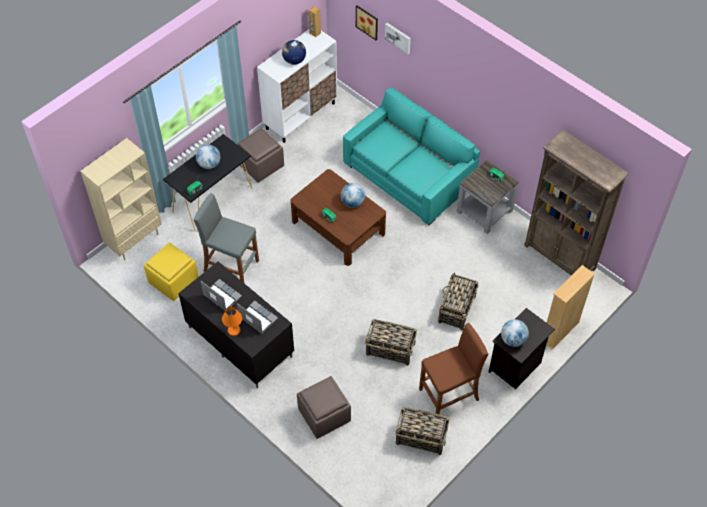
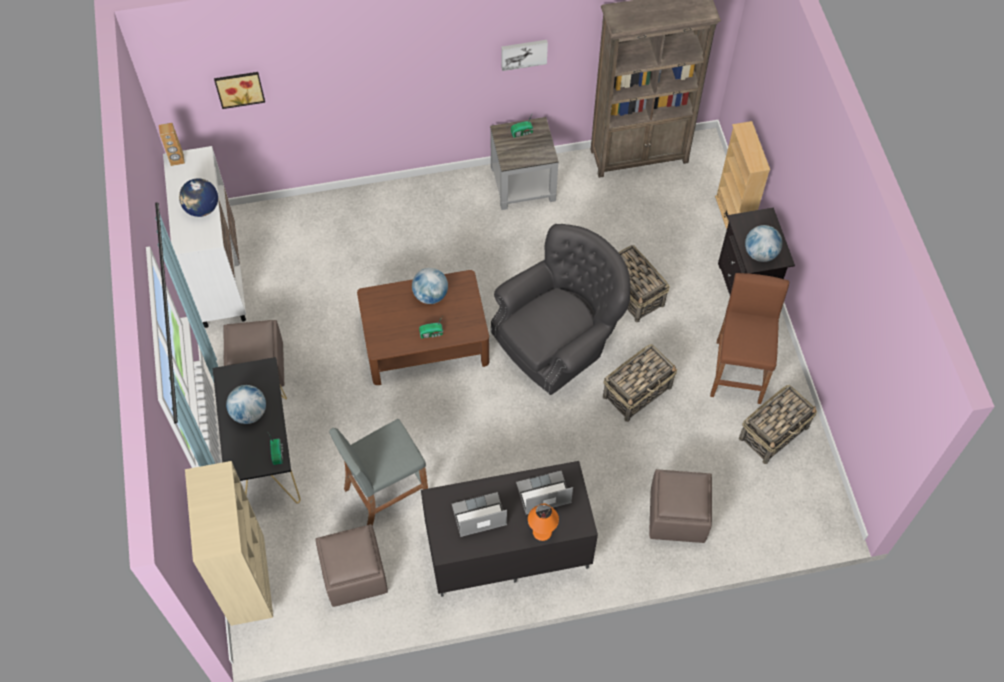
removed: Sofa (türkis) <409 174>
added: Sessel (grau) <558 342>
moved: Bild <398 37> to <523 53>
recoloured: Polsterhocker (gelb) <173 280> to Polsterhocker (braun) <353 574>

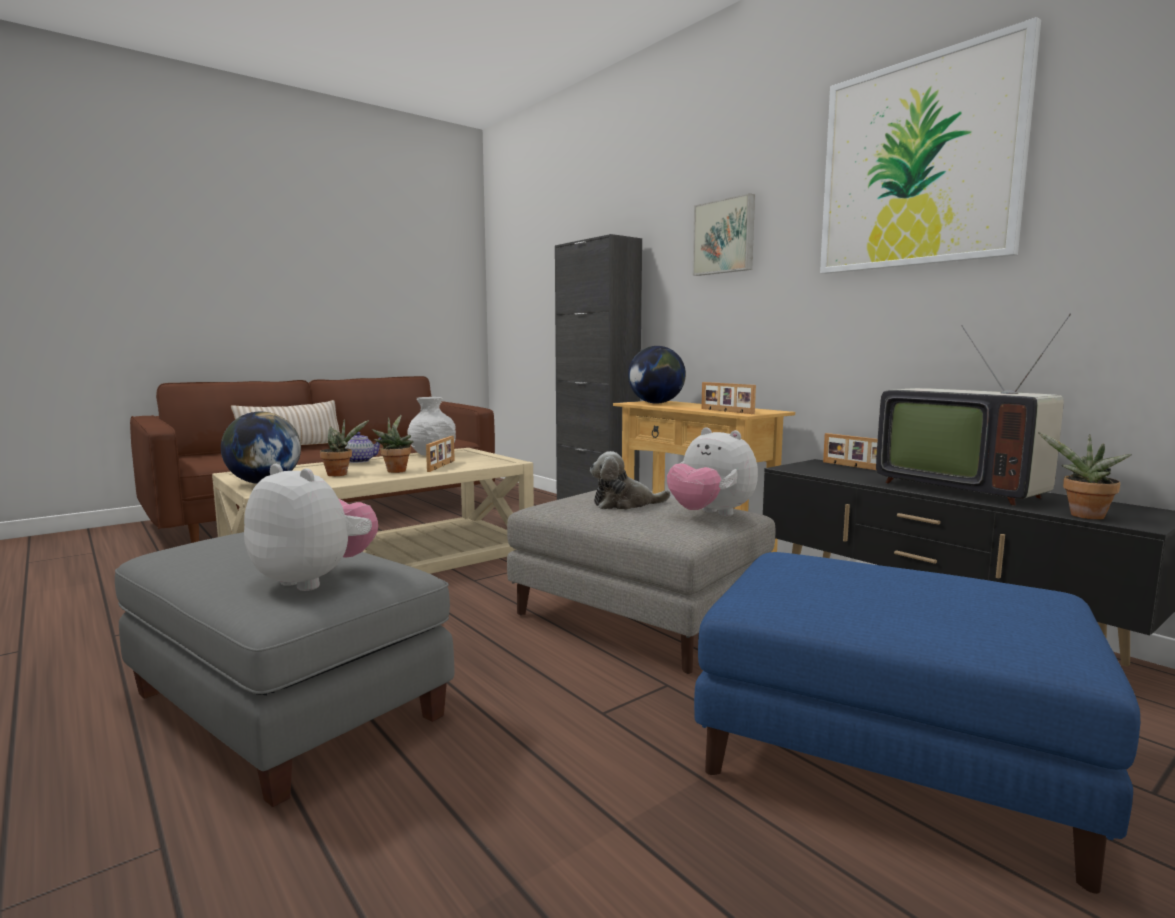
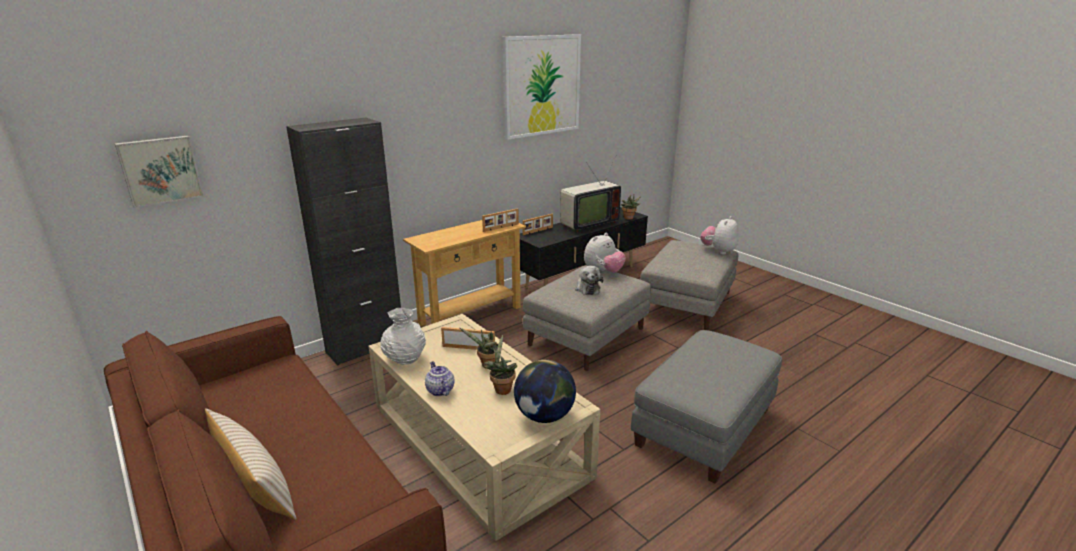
removed: Globus <656 403>
moved: Plüschtier <314 580> to <718 251>; Bild <725 237> to <160 170>
recoloured: Polsterhocker (blau) <883 761> to Polsterhocker (grau) <686 305>

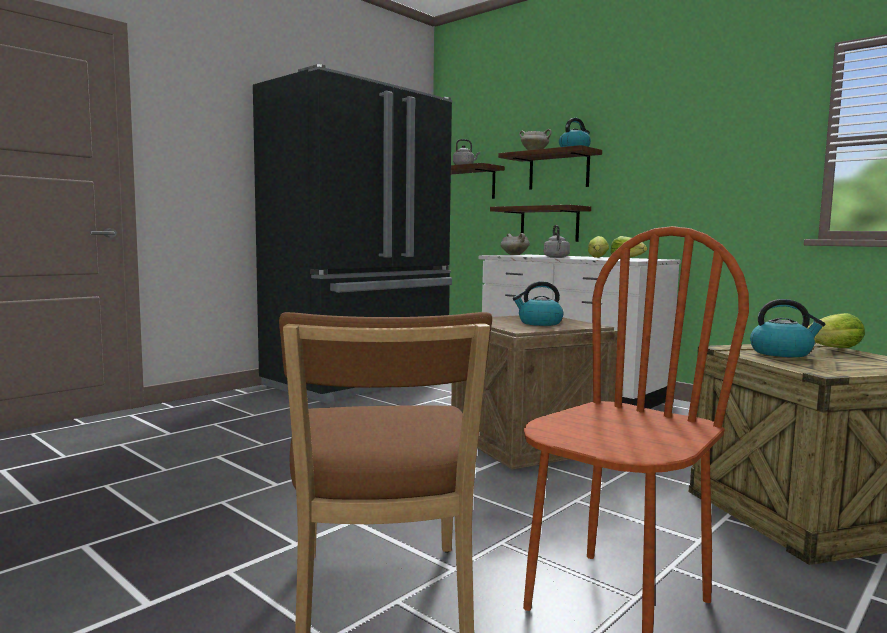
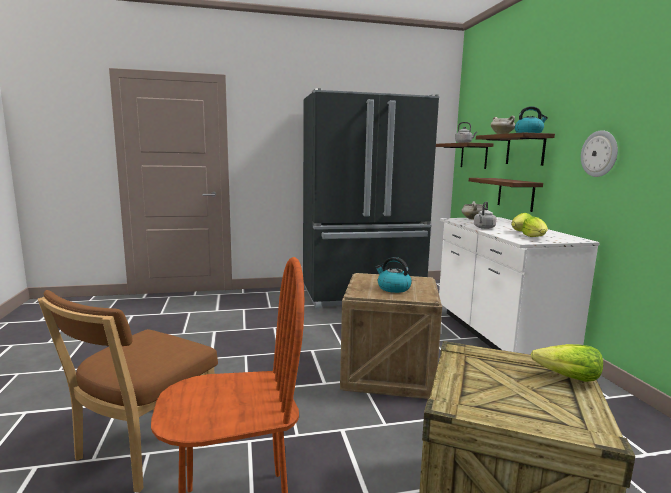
removed: Wasserkessel <782 353>
added: Wanduhr <599 154>

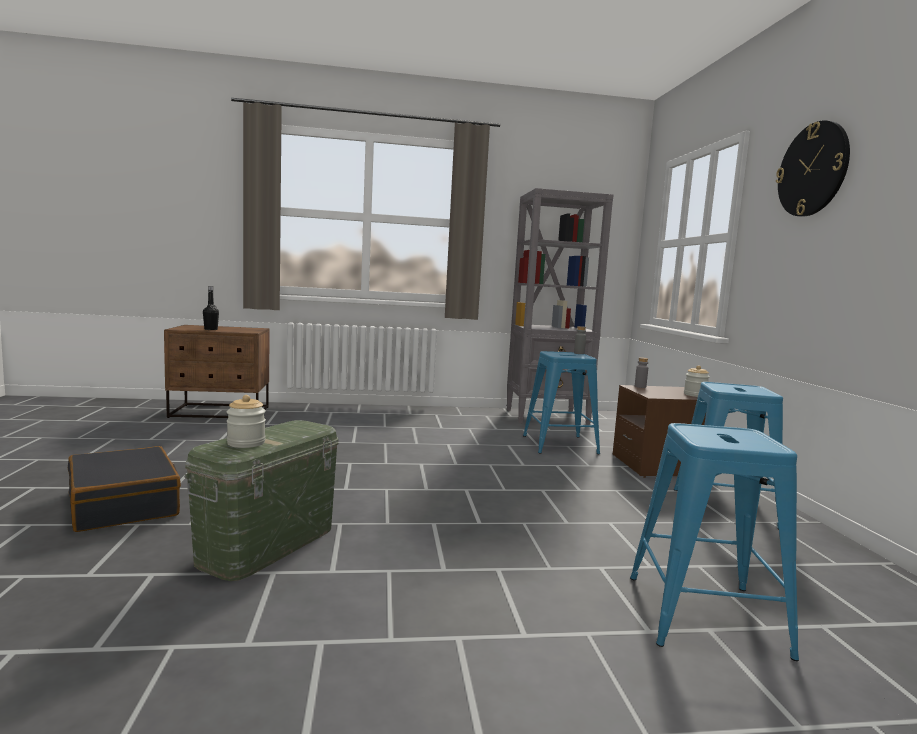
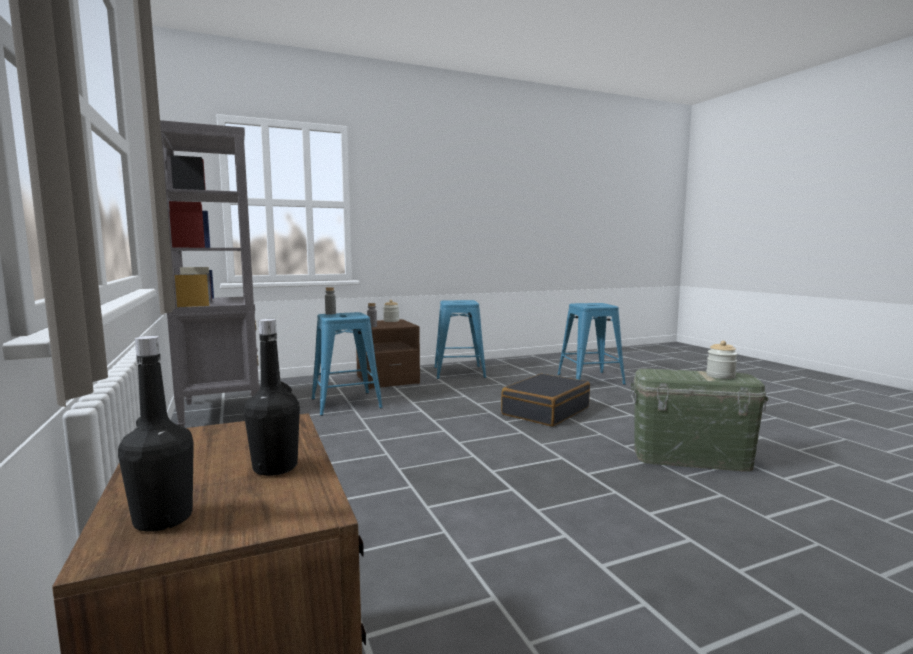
removed: Wanduhr <812 169>
added: Flasche (schwarz) <163 519>
moved: Koffer (schwarz) <124 504> to <545 411>

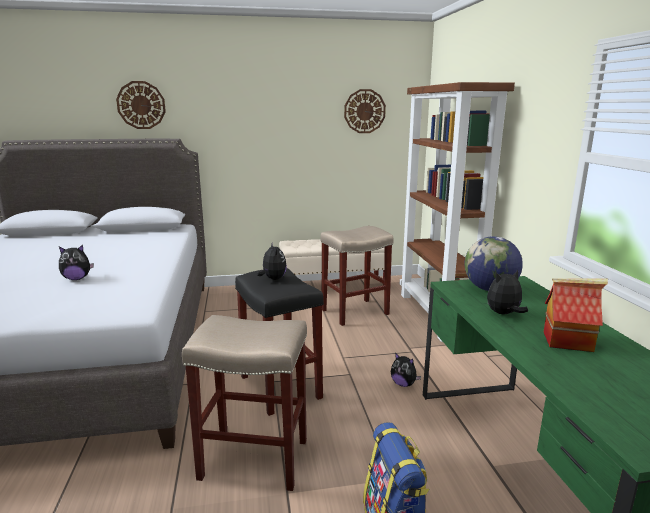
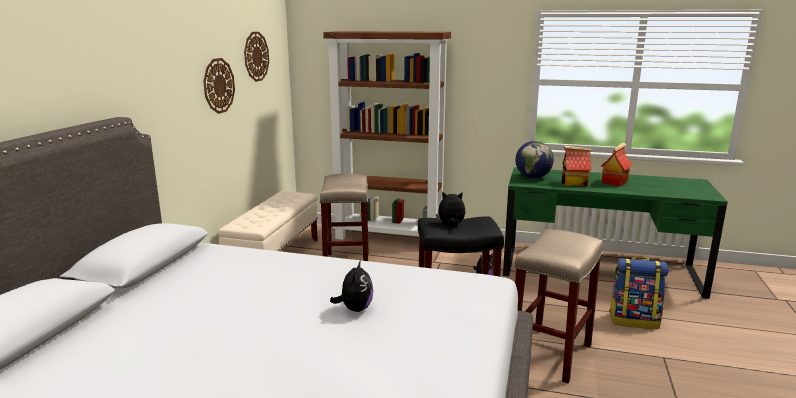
moved: Wanduhr <141 105> to <218 85>
replaced: Plüschtier <504 314> to Spielzeughaus <574 183>

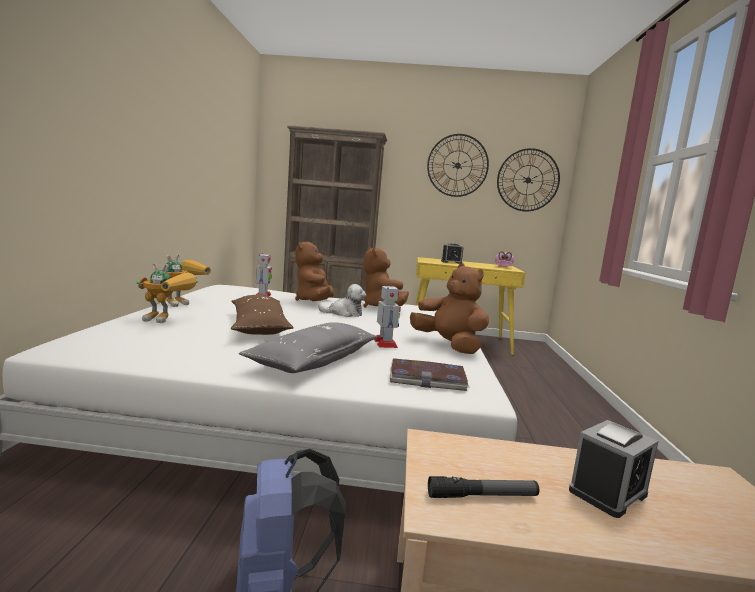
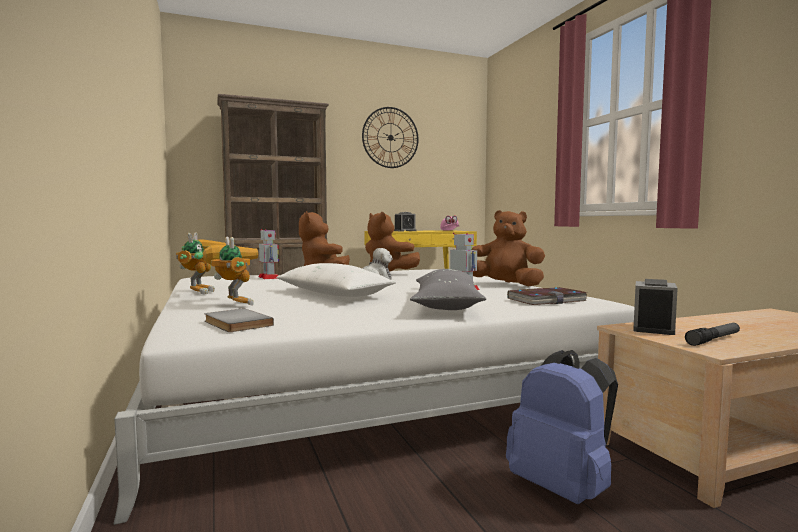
removed: Wanduhr <528 180>
added: Buch (grau) <235 323>
moved: Wecker <608 492> to <653 328>
recoloured: Kissen (braun) <258 326> to Kissen (weiß) <332 294>
turned: Spielzeugroboter <168 320> = <231 303> 105 degrees counterclockwise

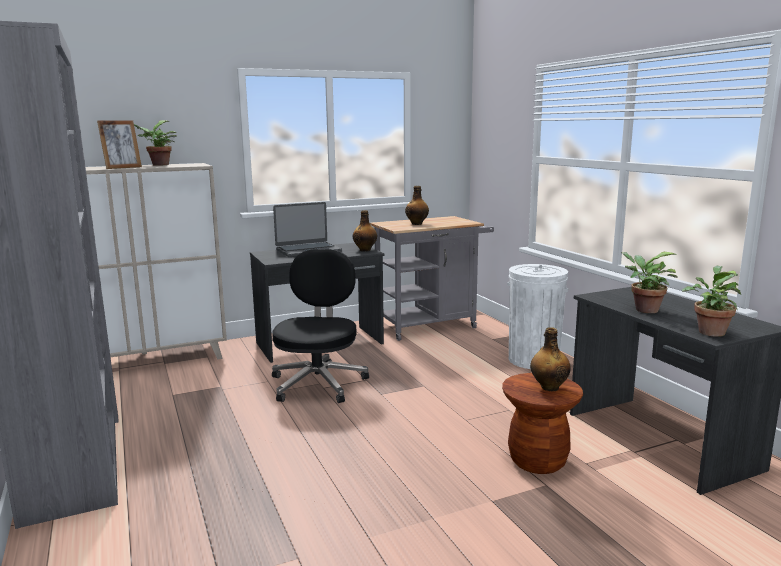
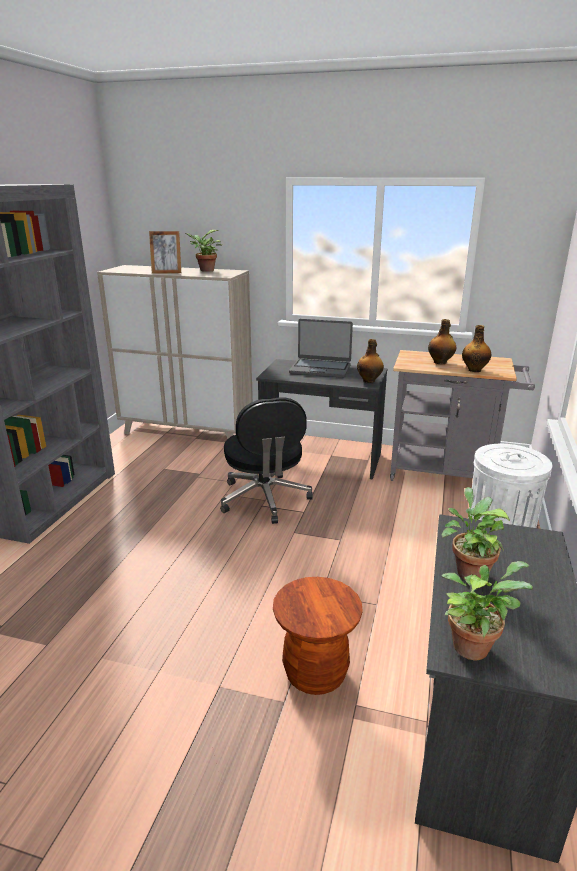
moved: Flasche <549 387> to <474 370>
turned: Bürostuhl (schwarz) <318 383> = <265 499> 120 degrees clockwise

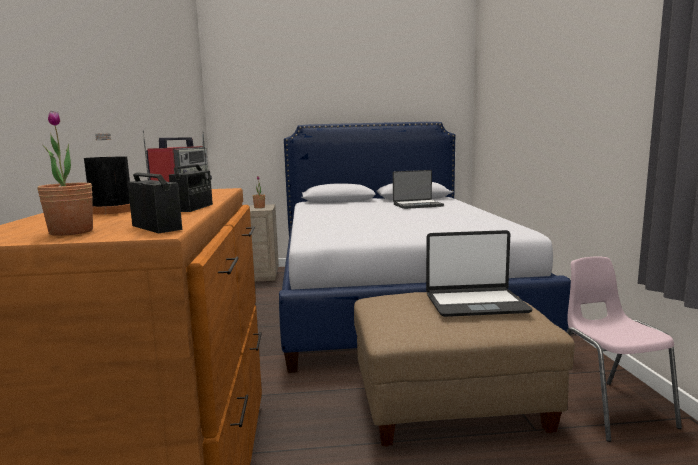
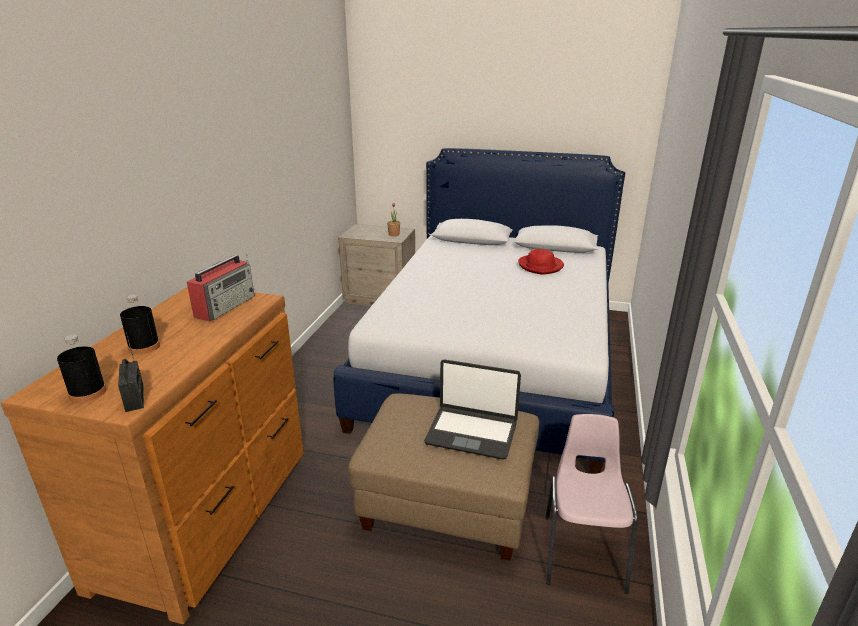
removed: Radio <193 208>
replaced: Topfpflanze <71 232> to Flasche (schwarz) <87 393>; Laptop <417 205> to Hut (rot) <541 266>

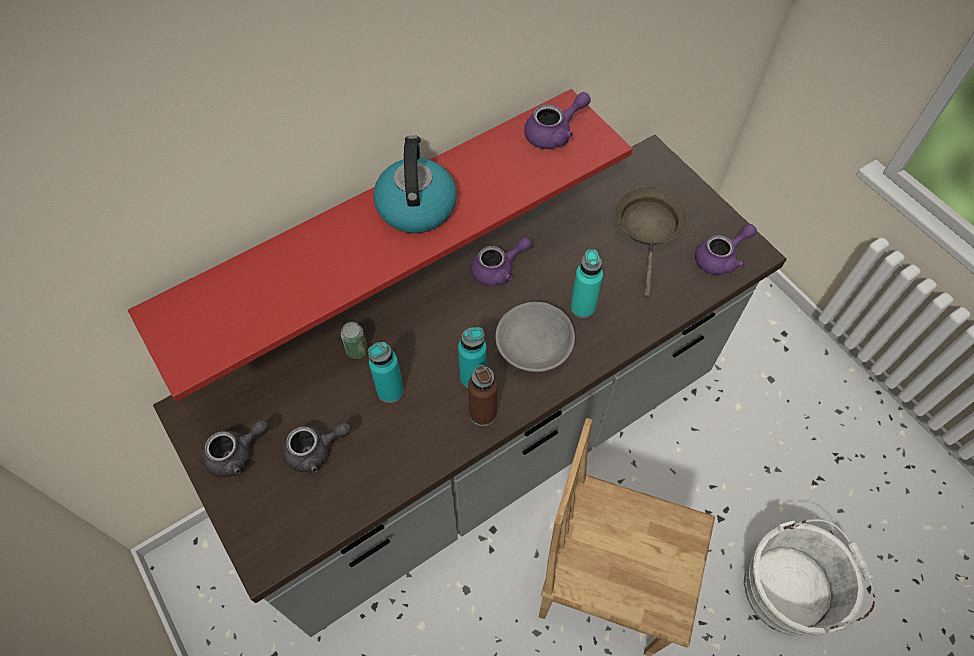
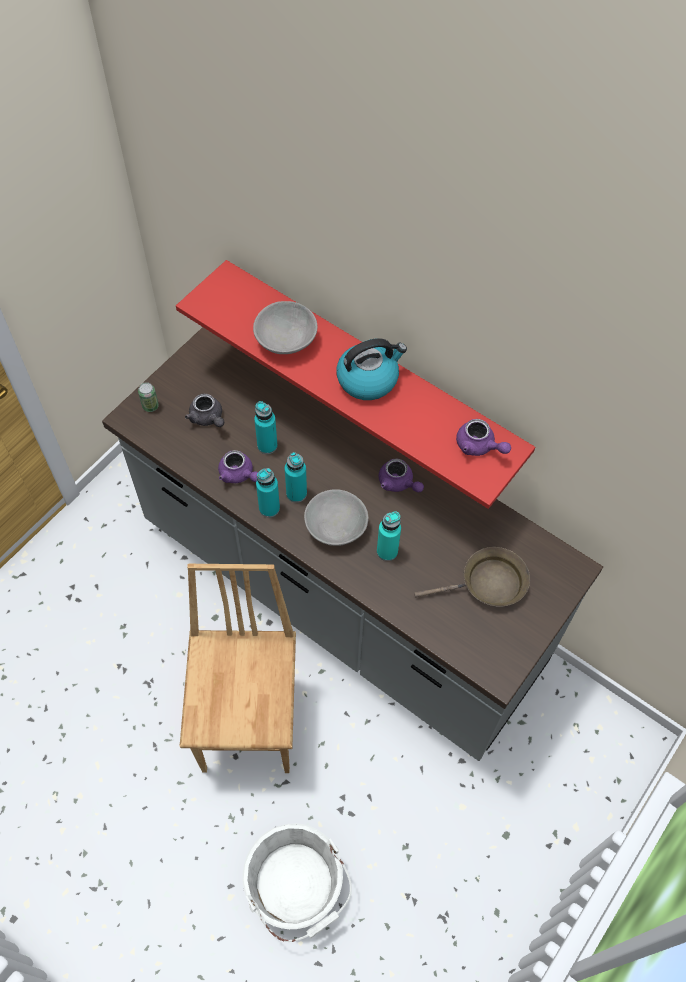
removed: Teekanne (grau) <237 454>
added: Schüssel (grau) <286 340>
moved: Dose <357 350> to <150 406>; Teekanne (lila) <720 258> to <239 475>
recoloured: Flasche (braun) <482 413> to Flasche (türkis) <269 508>

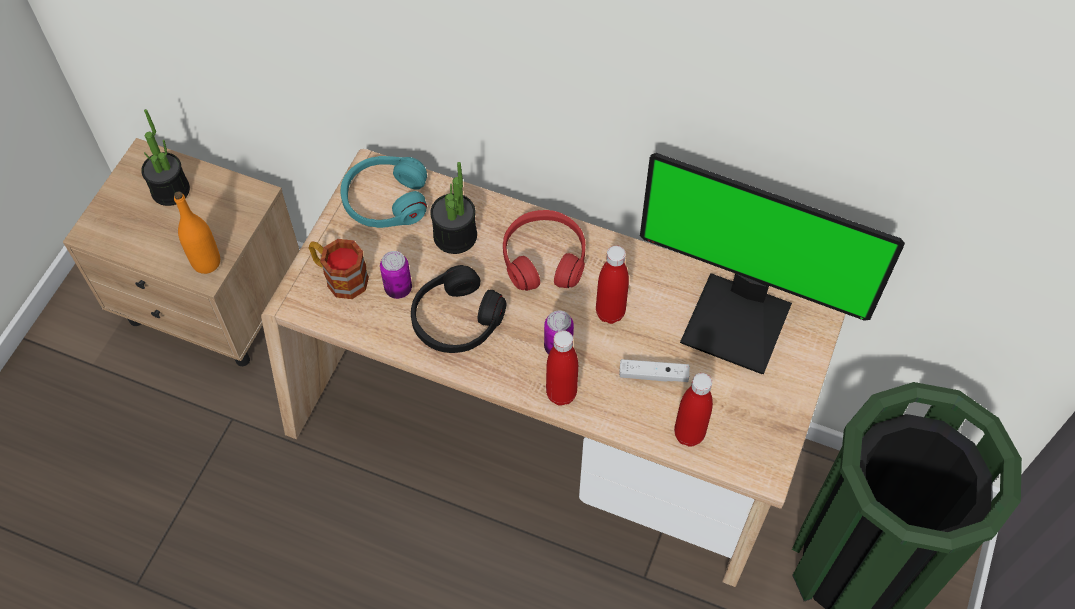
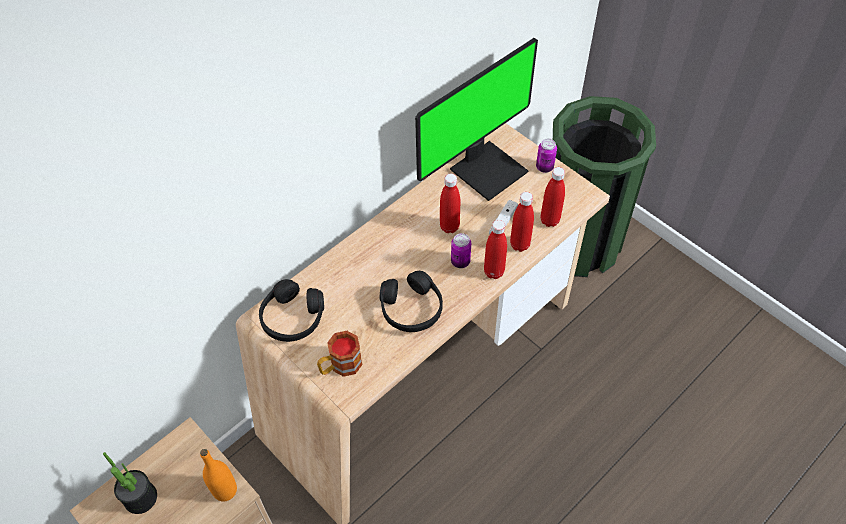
removed: Topfpflanze <455 236>; Kopfhörer (rot) <544 258>
added: Flasche (rot) <519 245>
moved: Dose <398 289> to <544 167>
recoloured: Kopfhörer (türkis) <385 200> to Kopfhörer (schwarz) <292 317>

